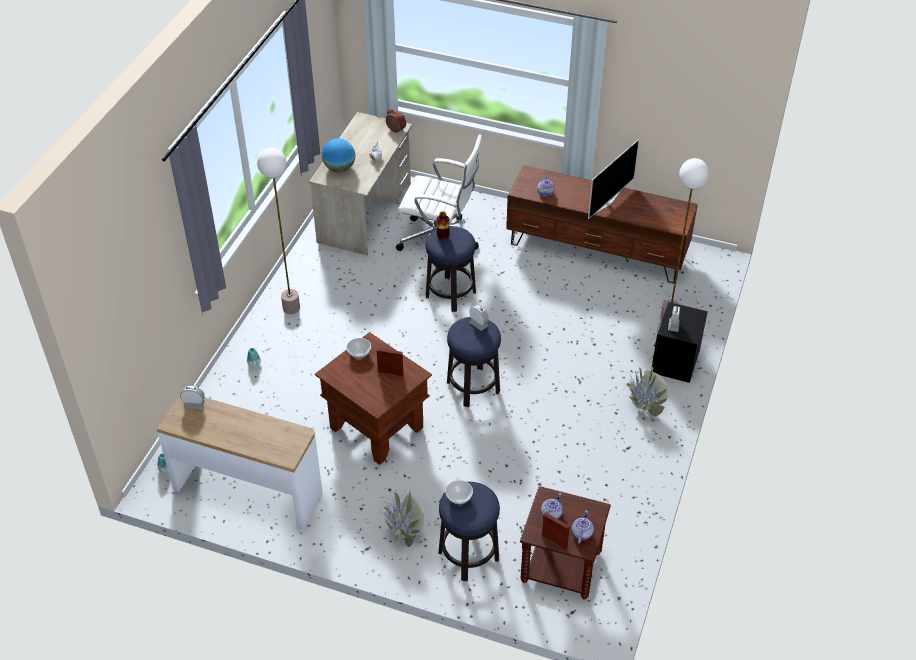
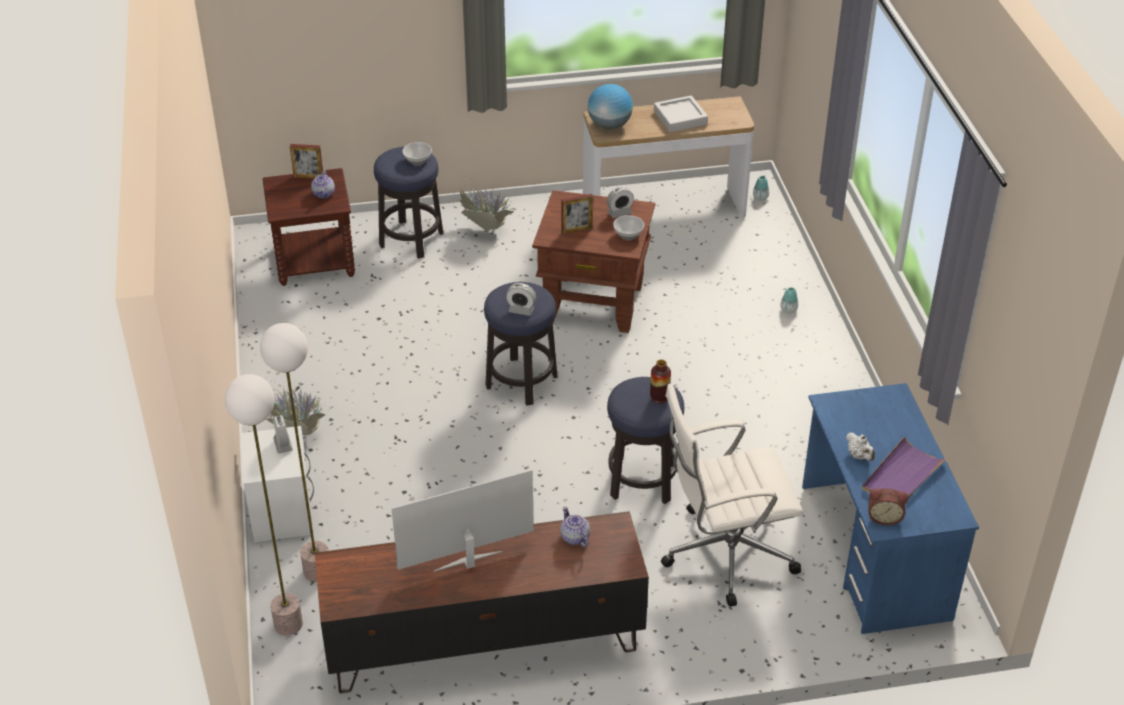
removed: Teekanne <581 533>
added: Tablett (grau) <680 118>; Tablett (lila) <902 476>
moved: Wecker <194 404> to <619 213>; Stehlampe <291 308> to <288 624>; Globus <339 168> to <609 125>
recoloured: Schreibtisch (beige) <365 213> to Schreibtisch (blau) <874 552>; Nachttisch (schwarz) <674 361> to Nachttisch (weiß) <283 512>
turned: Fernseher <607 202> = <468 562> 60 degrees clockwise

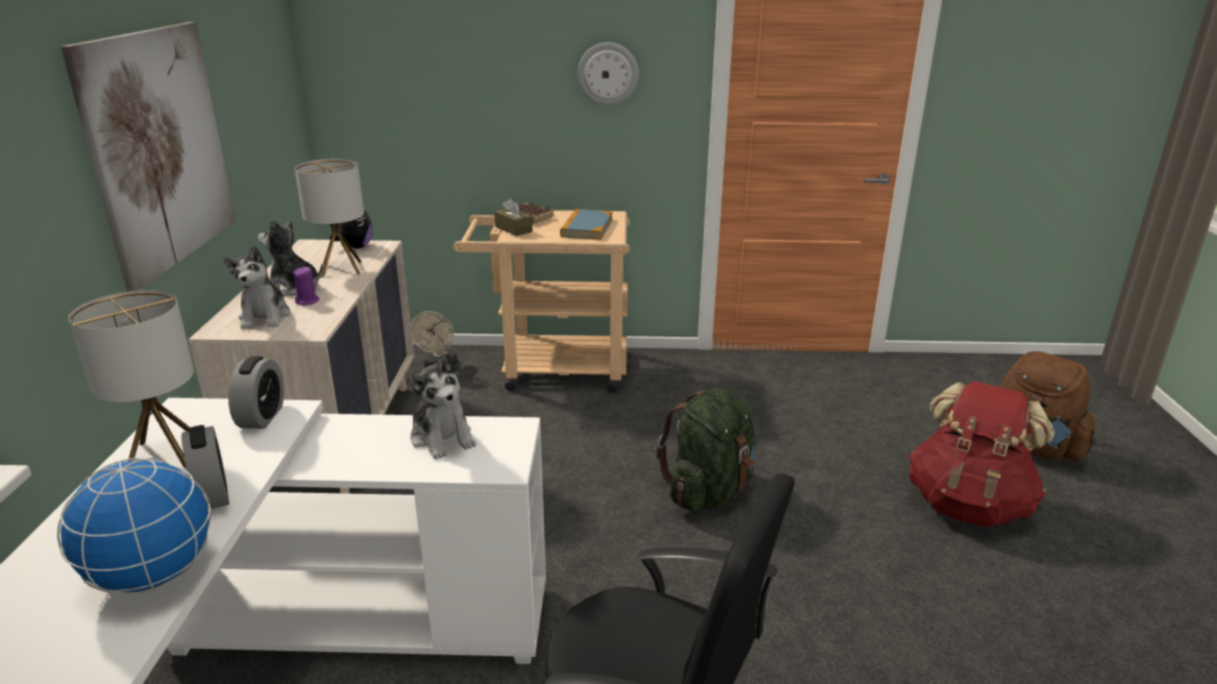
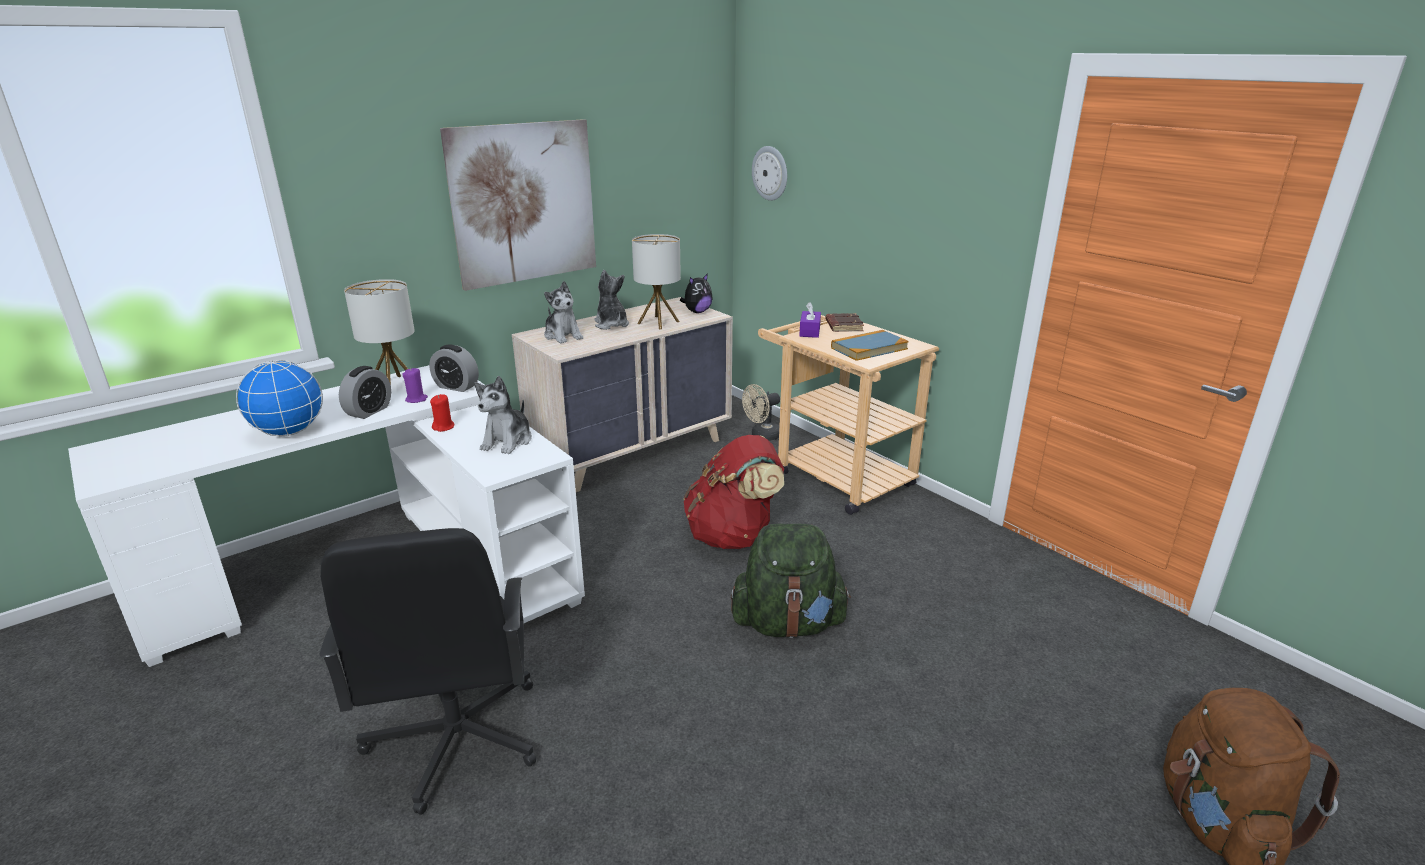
added: Kerze (rot) <444 427>
moved: Kerze (lila) <307 301> to <416 399>; Wanduhr <608 74> to <770 173>; Rucksack (rot) <968 505> to <733 536>
recoloured: Taschentuchbox (braun) <513 229> to Taschentuchbox (lila) <809 331>
turned: Plüschtier <265 317> = <563 336> 75 degrees counterclockwise; Wecker <262 417> = <456 387> 60 degrees clockwise

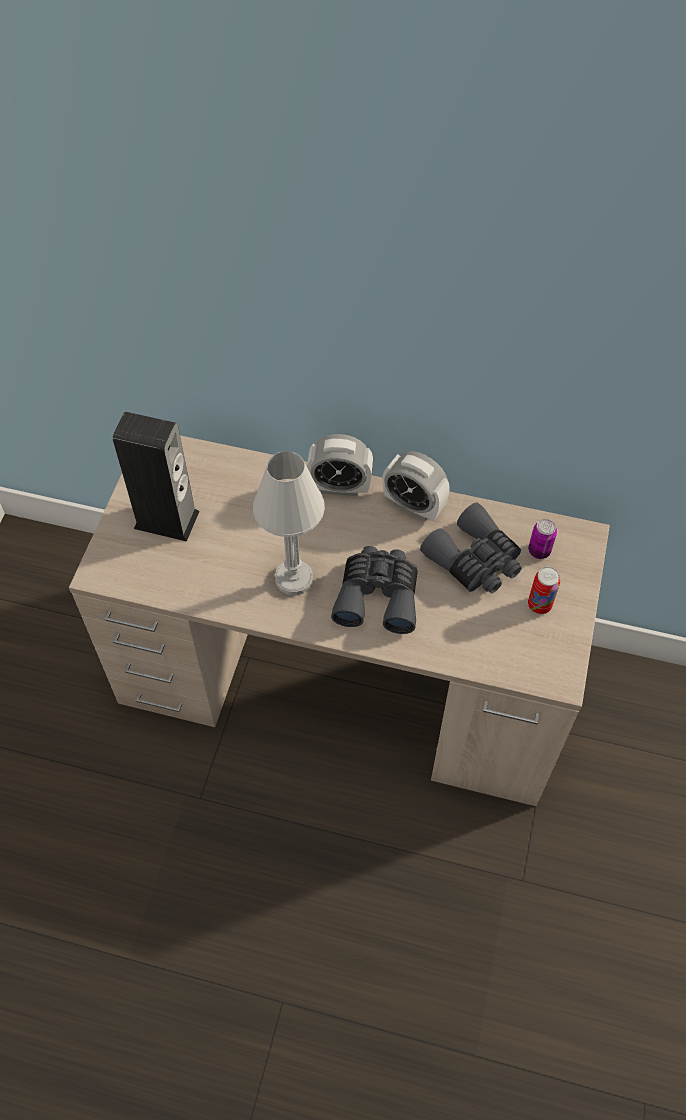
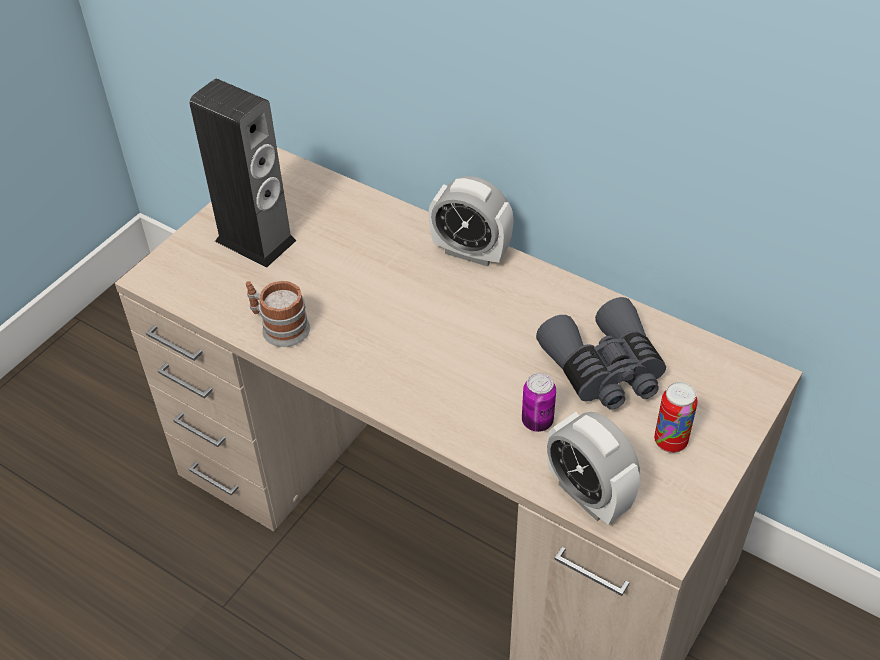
removed: Tischlampe (weiß) <294 579>; Fernglas (grau) <378 595>
added: Henkelbecher <279 327>
moved: Wecker <413 506> to <588 495>; Dose <539 551> to <537 421>

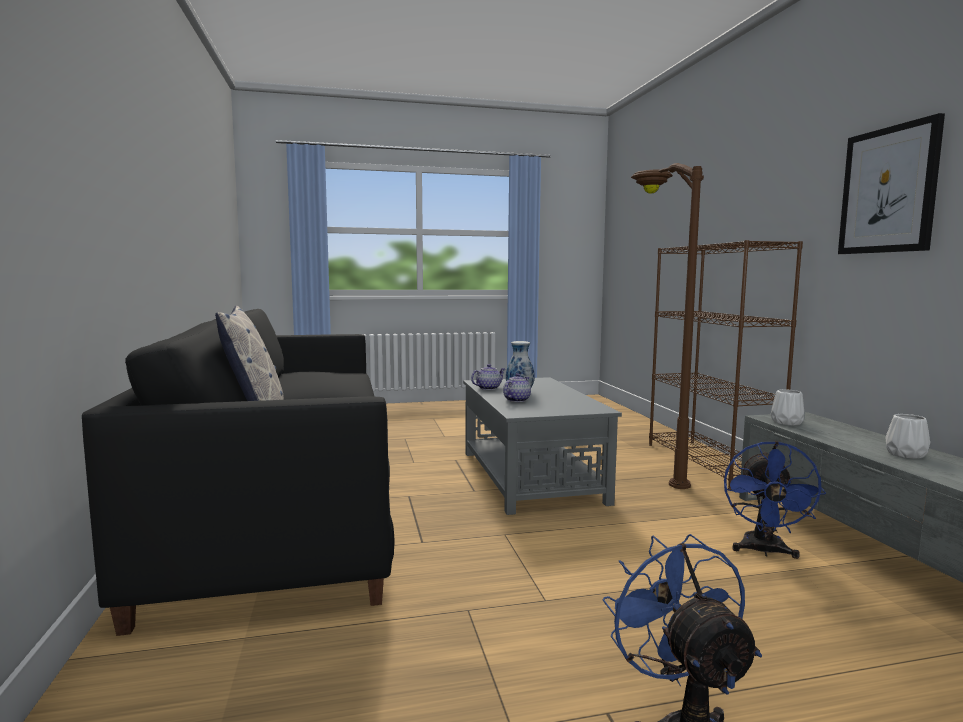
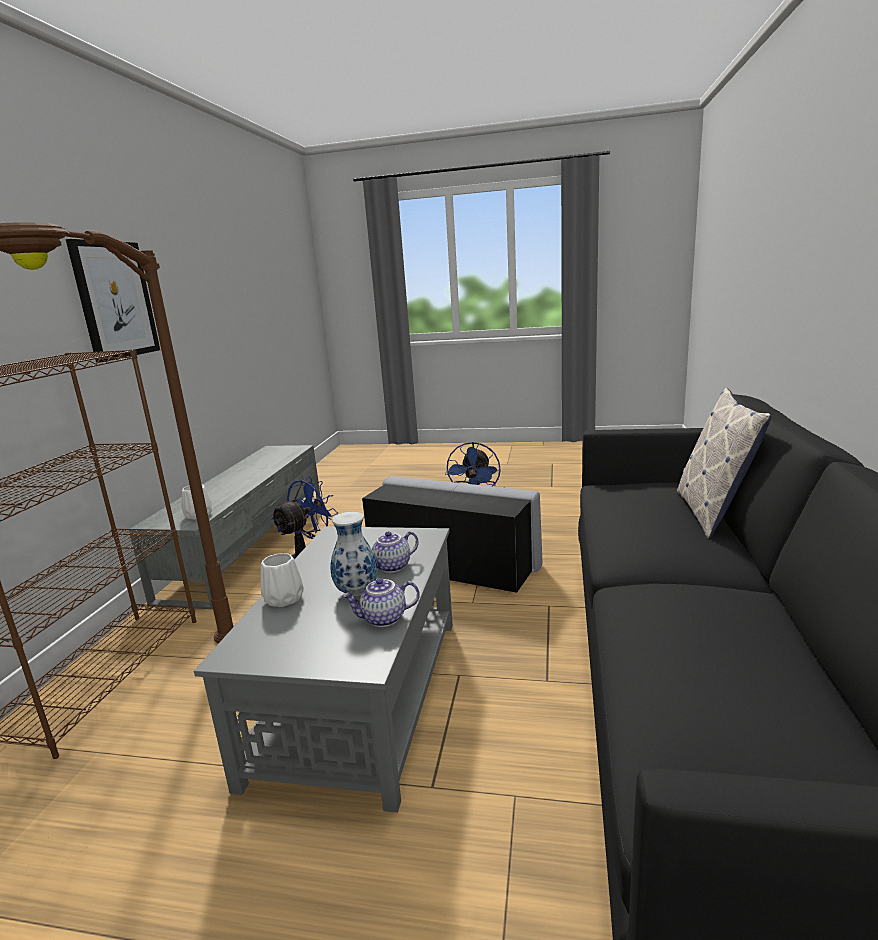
added: Polsterhocker (grau) <453 565>
moved: Vase (weiß) <905 454> to <285 598>

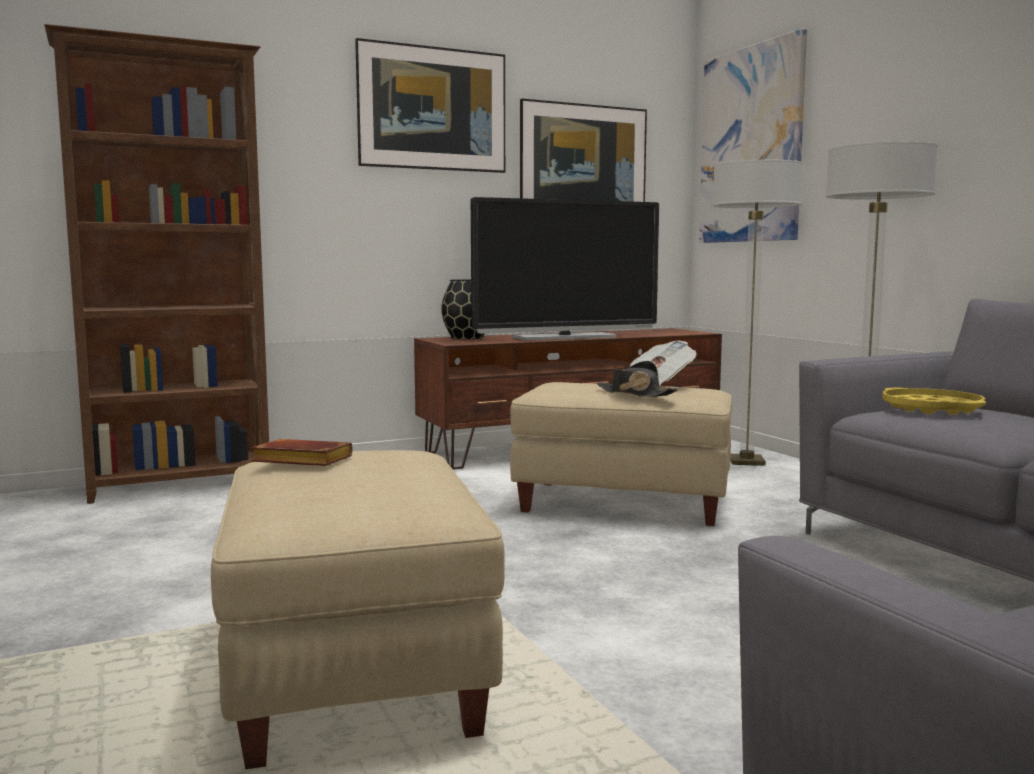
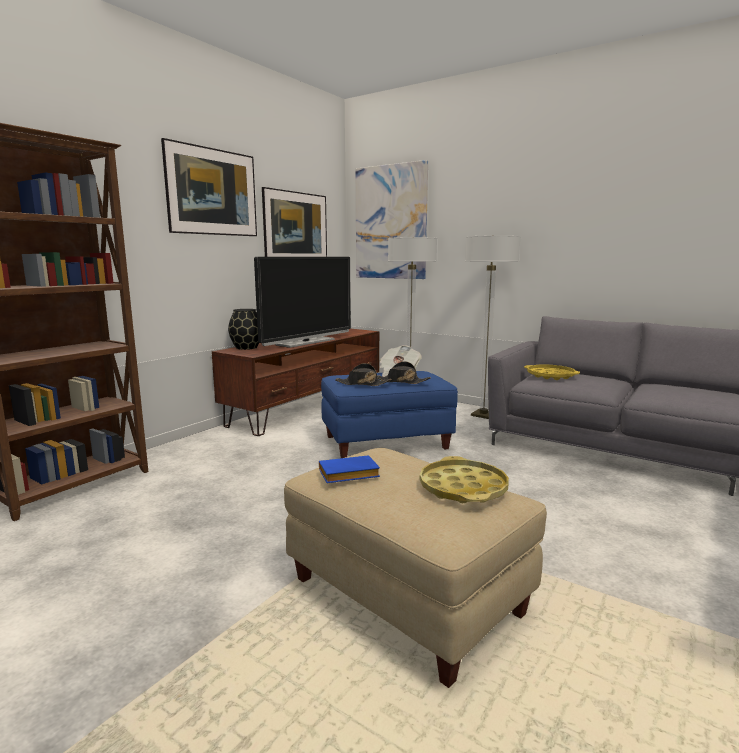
added: Hut (schwarz) <362 384>; Tablett (gelb) <463 488>
recoloured: Buch (braun) <299 462> to Buch (blau) <347 475>; Polsterhocker (beige) <623 502> to Polsterhocker (blau) <386 442>

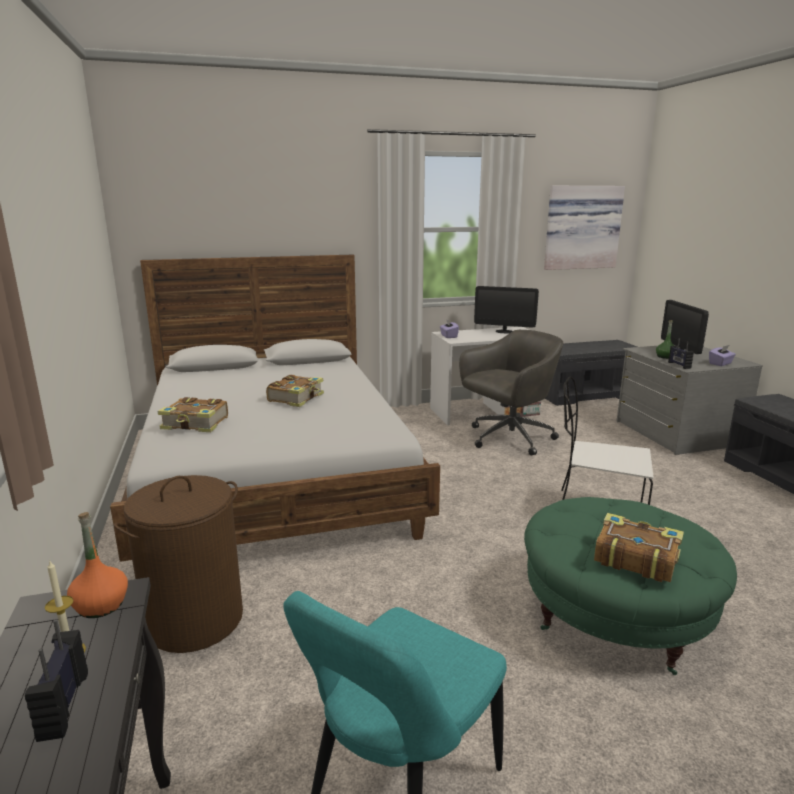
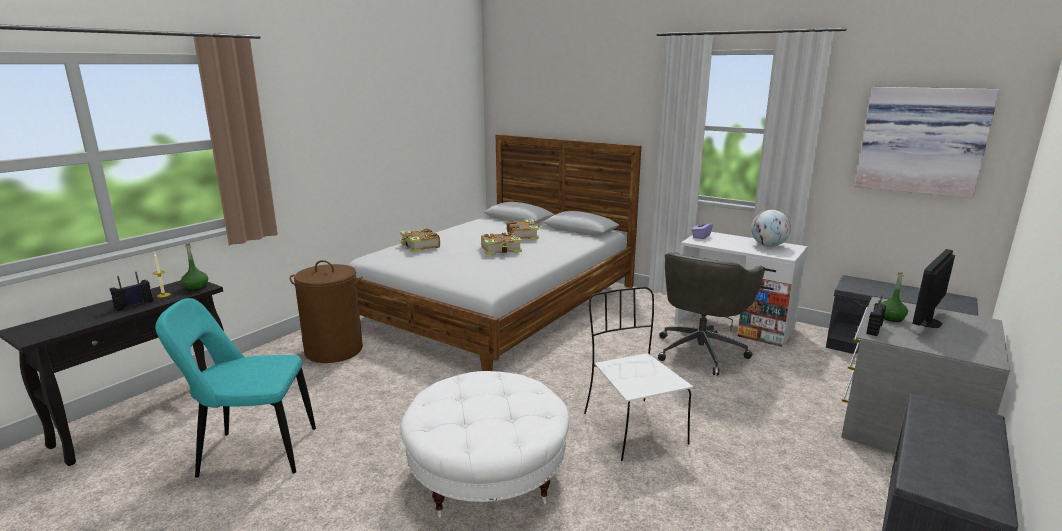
removed: Taschentuchbox (lila) <720 363>
moved: Buch <635 558> to <523 235>
replaced: Monitor <504 331> to Globus <768 246>
recoloured: Flasche (orange) <100 605> to Flasche (grün) <196 288>; Polsterhocker (grün) <615 614> to Polsterhocker (weiß) <487 474>
turned: Bürostuhl (grau) <508 438> = <701 351> 105 degrees clockwise

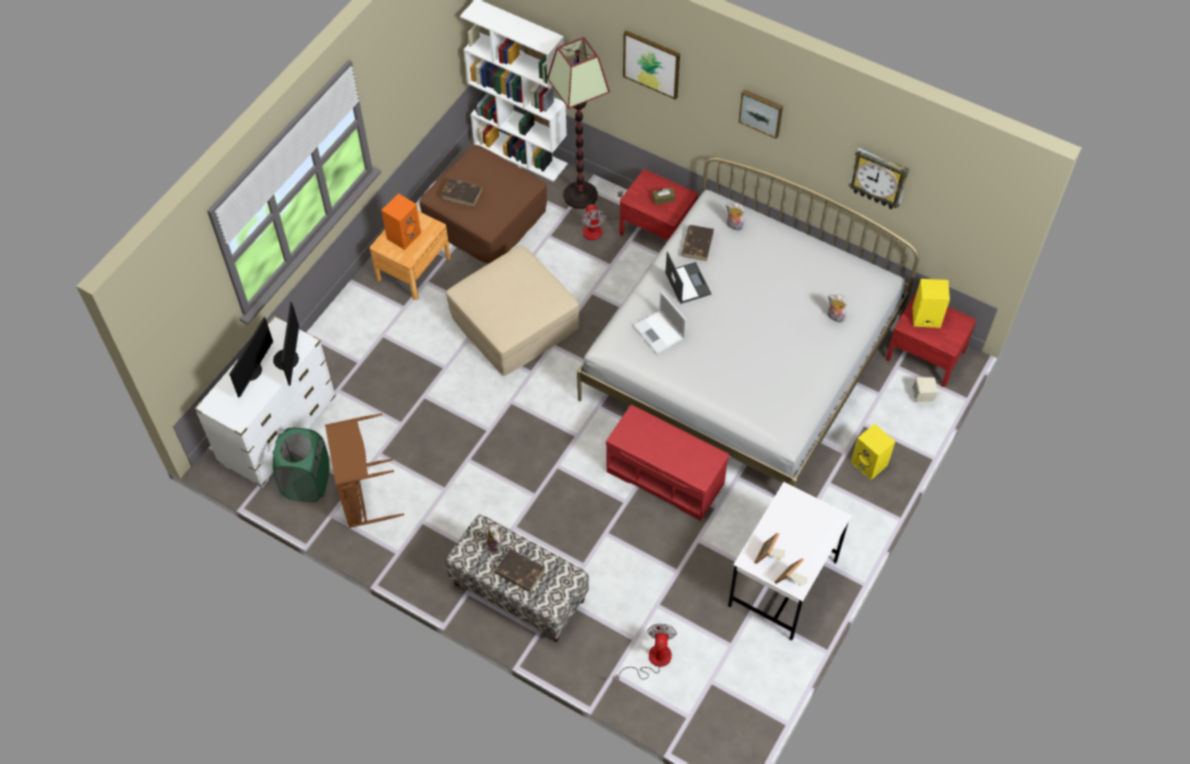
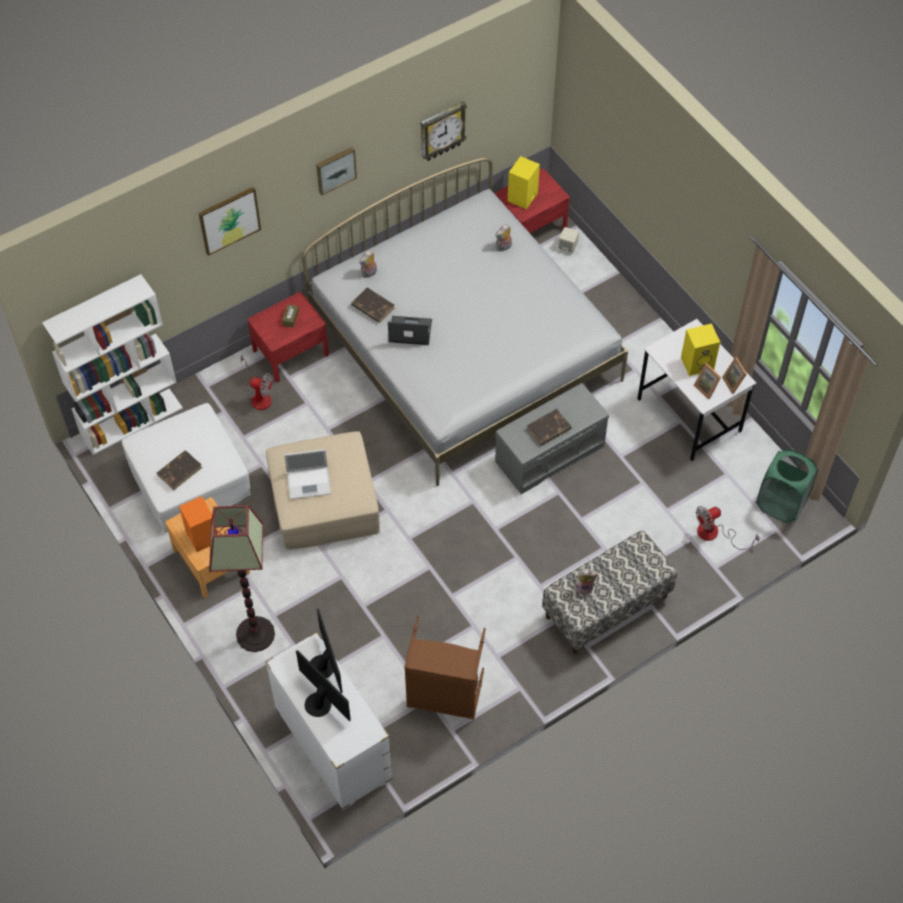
moved: Wäschekorb (grün) <307 482> to <781 503>; Buch (braun) <519 572> to <548 429>; Stehlampe <581 195> to <255 634>; Laptop <660 333> to <309 482>; Lautsprecher (gelb) <870 464> to <697 363>
recoloured: Polsterhocker (braun) <485 218> to Polsterhocker (weiß) <190 479>; Bank (rot) <666 477> to Bank (grau) <549 452>
turned: Monitor <289 359> = <325 665> 45 degrees clockwise; Ventilator <652 660> = <715 534> 60 degrees counterclockwise

